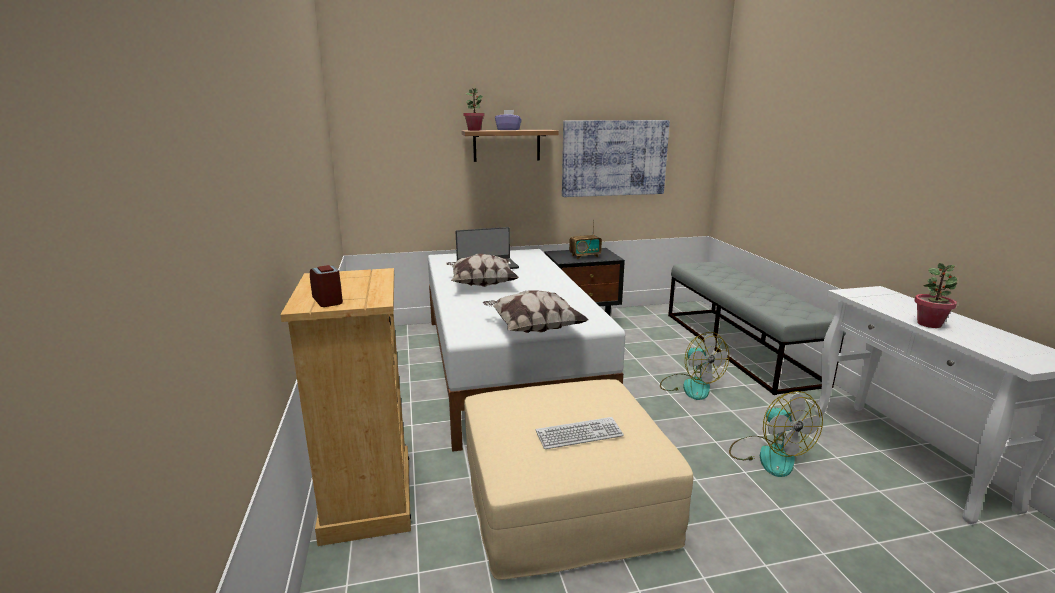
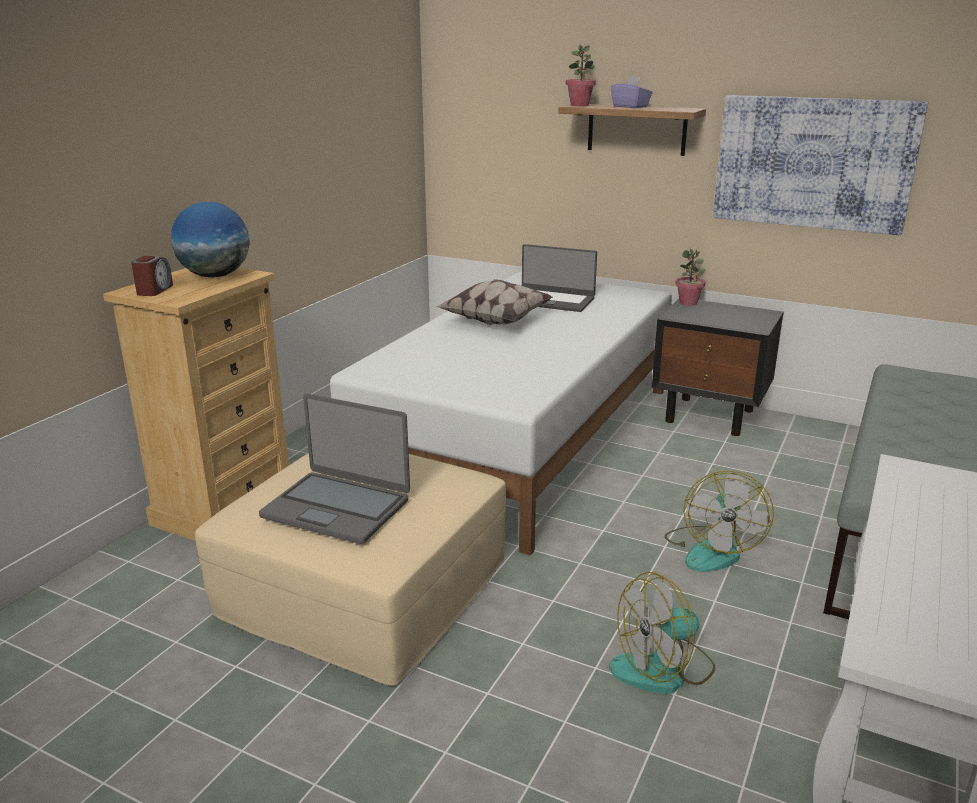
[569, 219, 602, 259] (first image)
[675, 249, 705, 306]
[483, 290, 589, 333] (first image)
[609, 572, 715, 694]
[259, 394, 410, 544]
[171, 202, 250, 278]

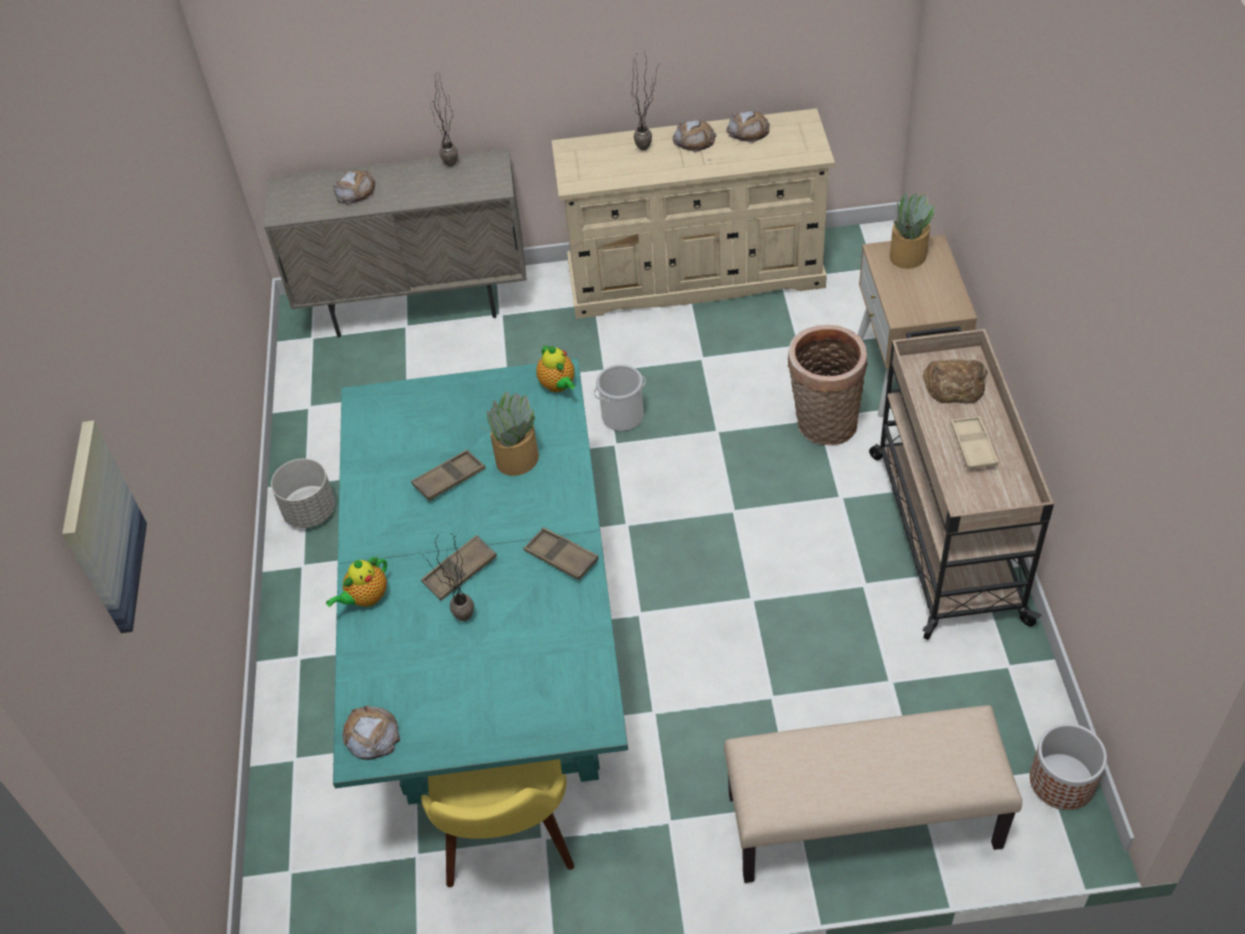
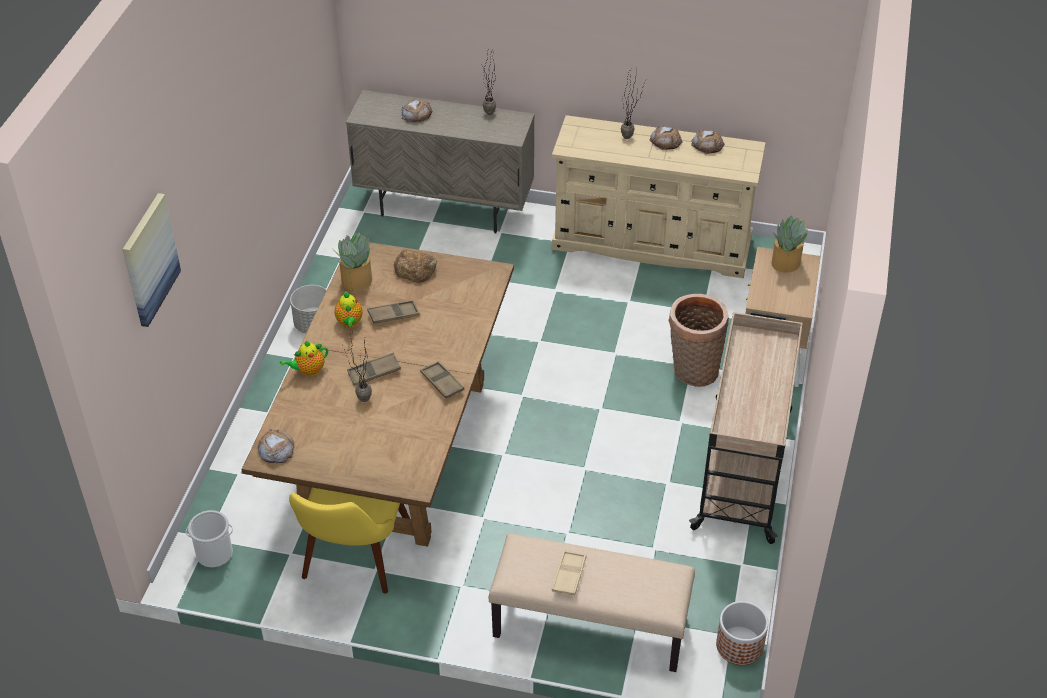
[335, 291, 363, 327]
[242, 242, 514, 547]
[394, 249, 437, 283]
[186, 510, 233, 568]
[332, 232, 372, 291]
[552, 550, 586, 595]

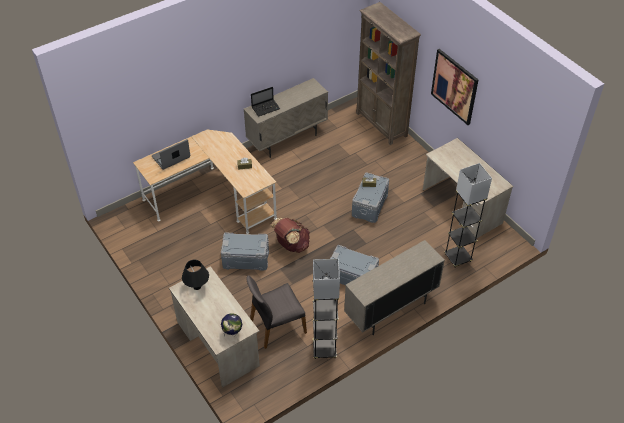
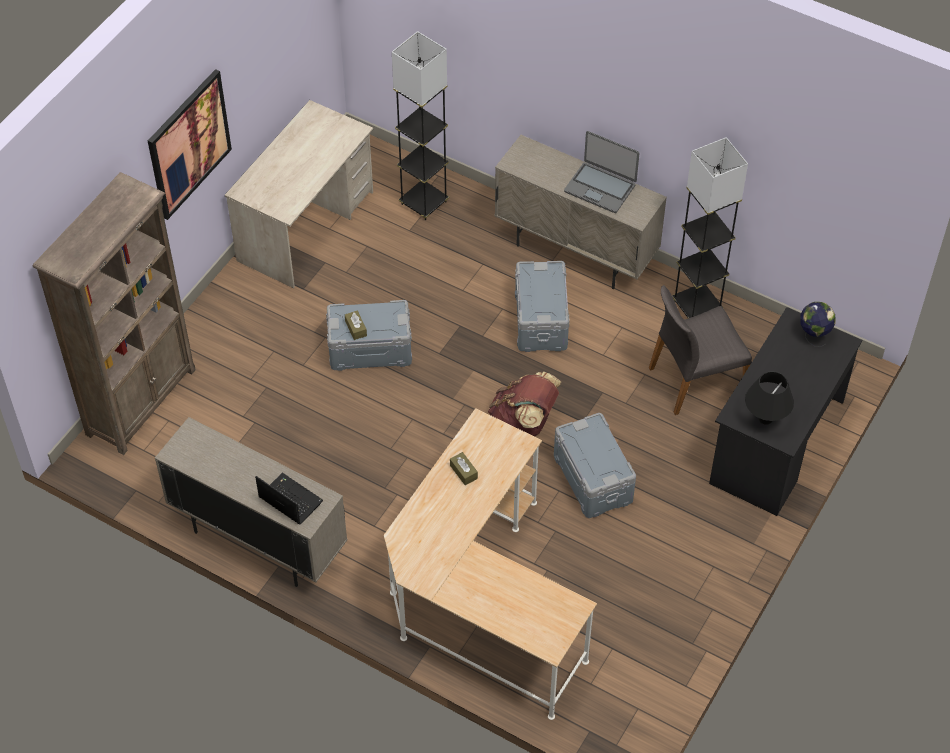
[564, 131, 640, 213]
[709, 307, 862, 516]
[649, 285, 752, 415]

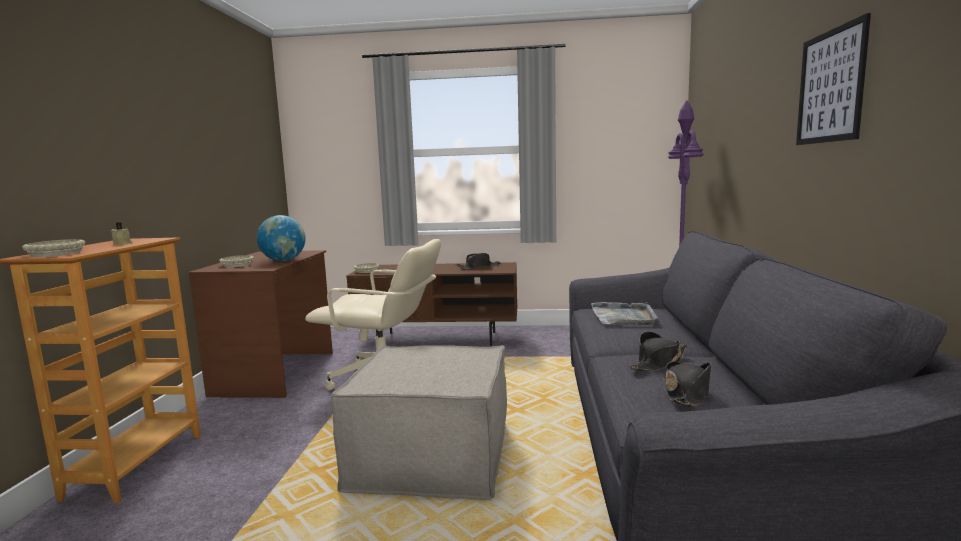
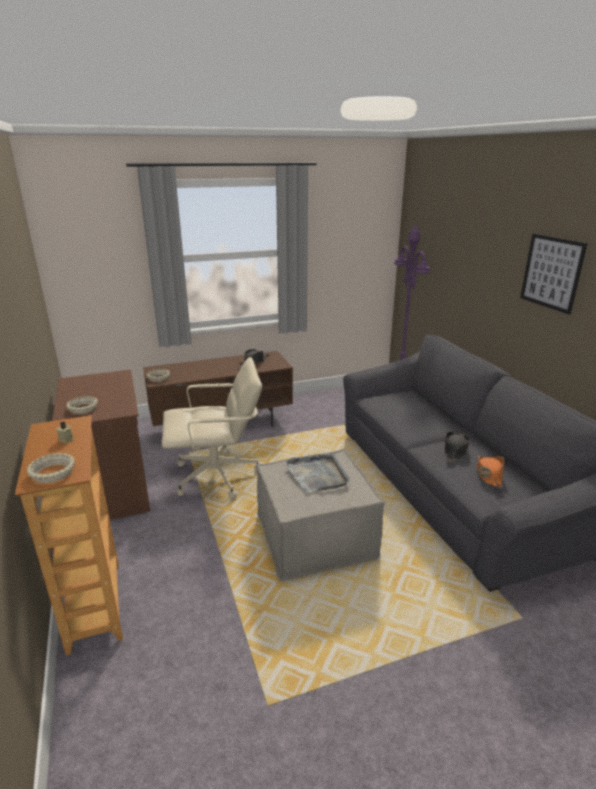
[257, 215, 306, 261] (first image)
[285, 453, 350, 493]
[477, 456, 504, 488]

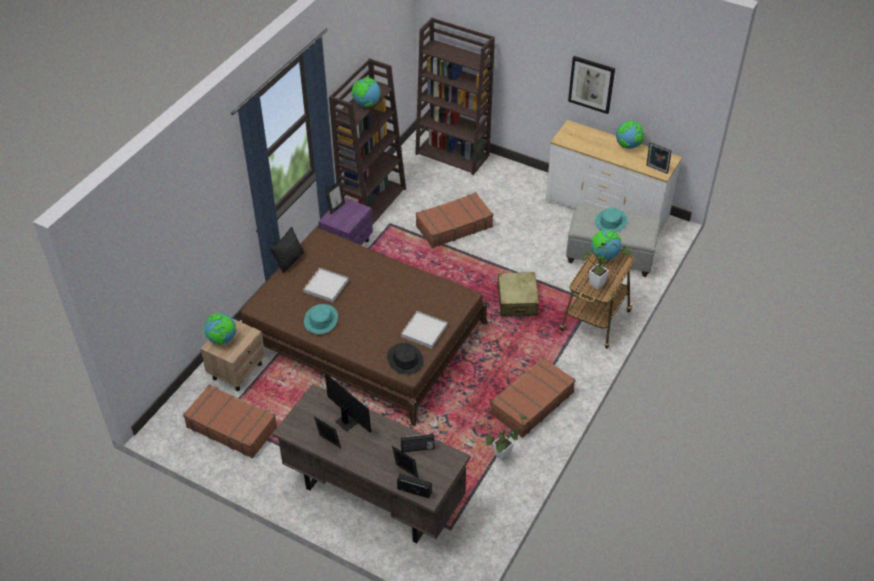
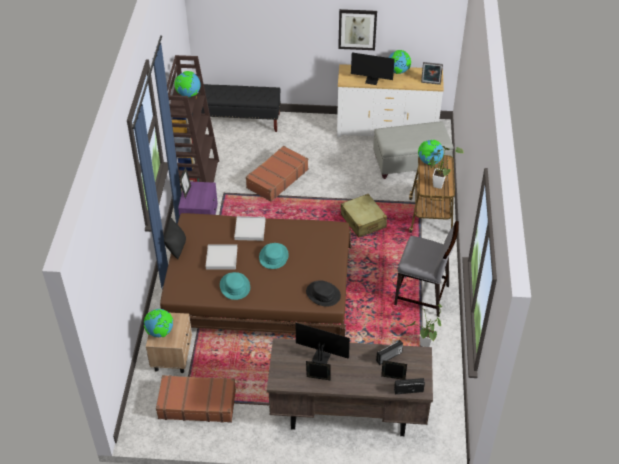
[198, 84, 281, 132]
[259, 243, 289, 269]
[234, 216, 265, 241]
[394, 221, 459, 317]
[351, 53, 403, 85]

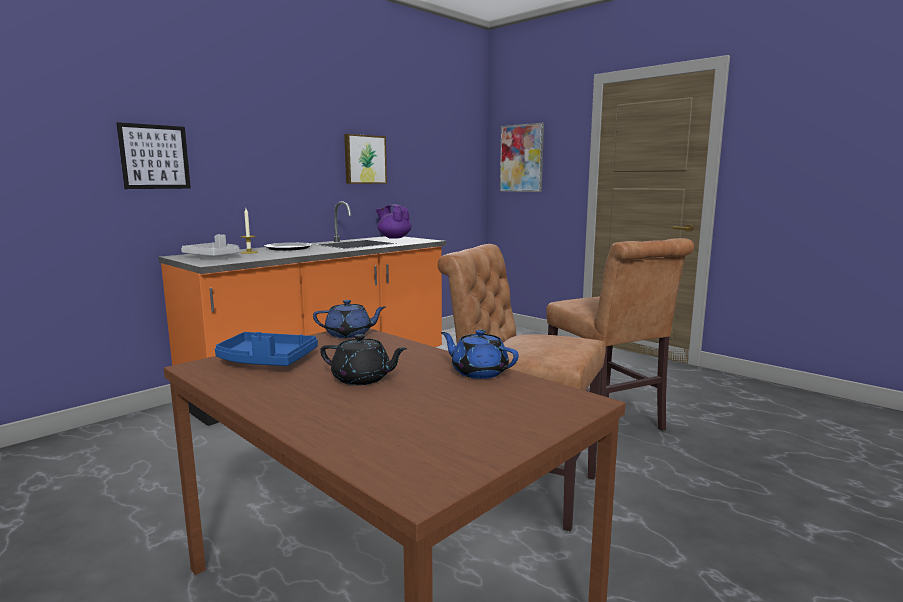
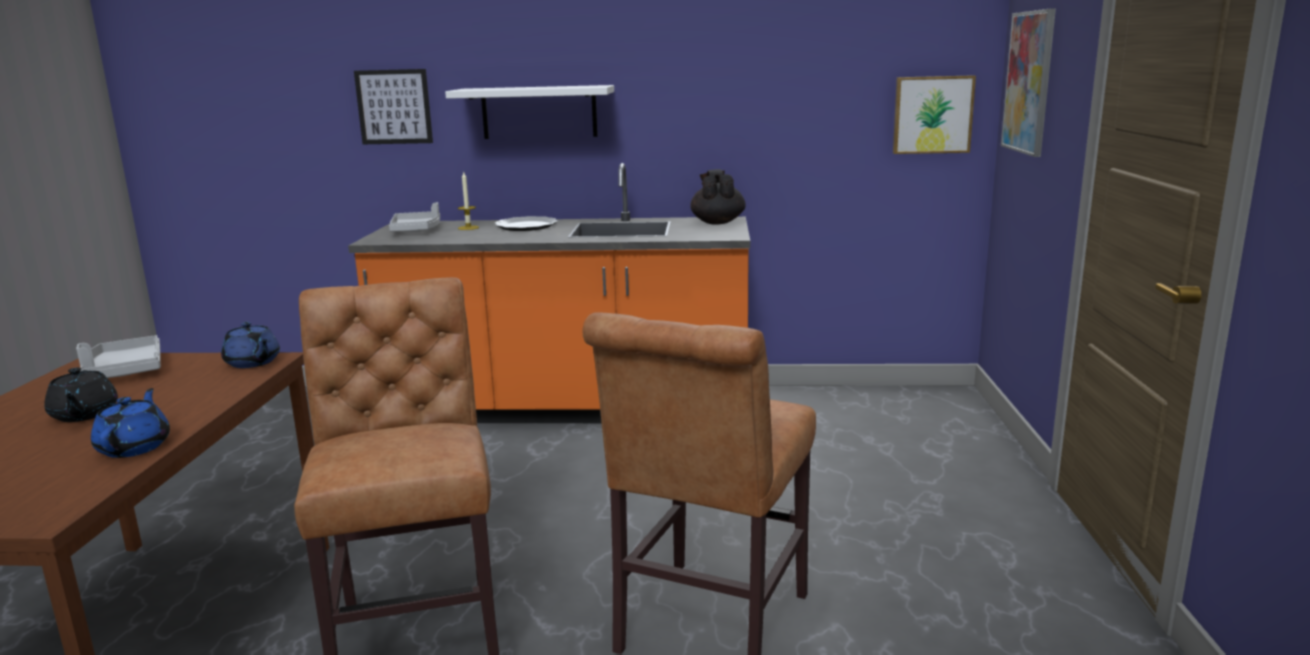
[893, 75, 976, 154]
[690, 169, 746, 225]
[76, 335, 161, 378]
[445, 85, 614, 139]

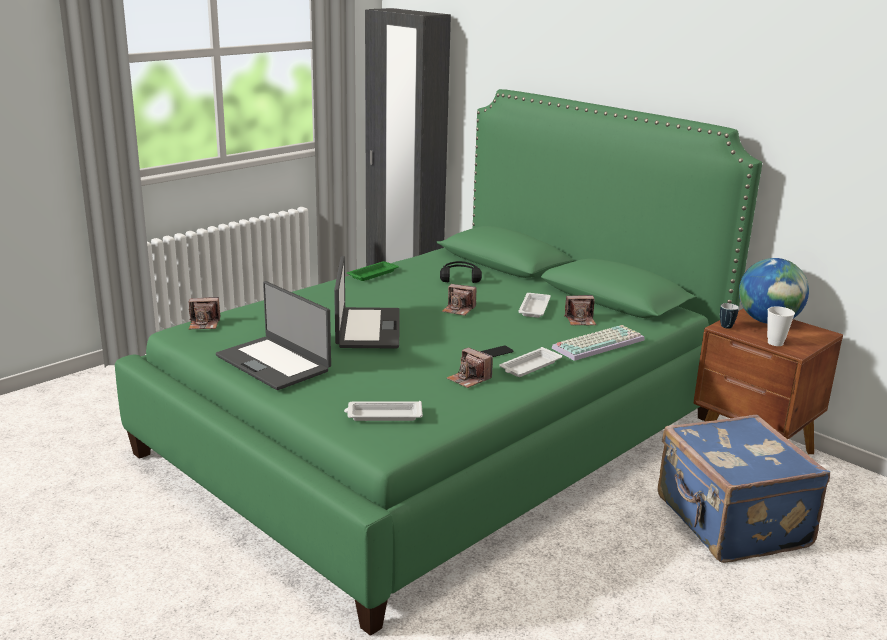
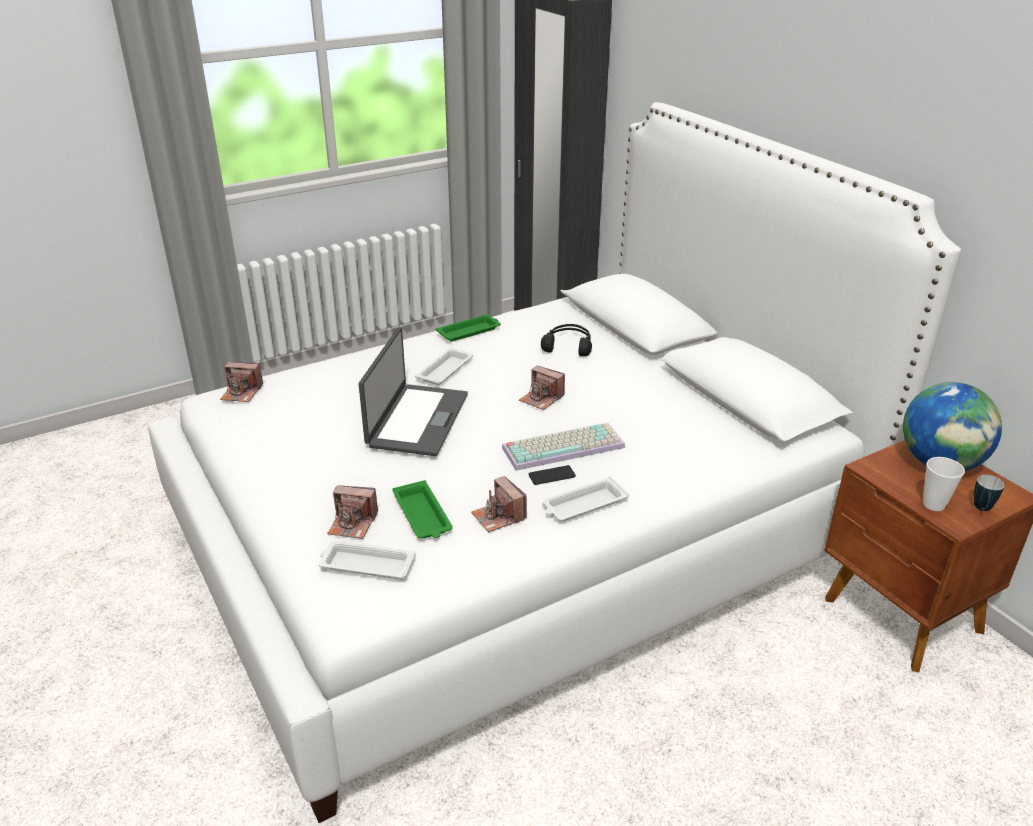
[148, 102, 961, 823]
[216, 281, 331, 390] (first image)
[415, 348, 473, 385]
[327, 485, 378, 539]
[974, 475, 1004, 511]
[502, 423, 625, 471]
[658, 415, 830, 563] (first image)
[392, 480, 453, 538]

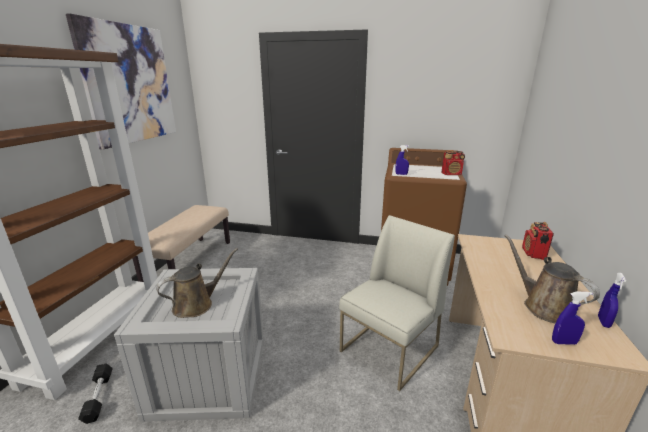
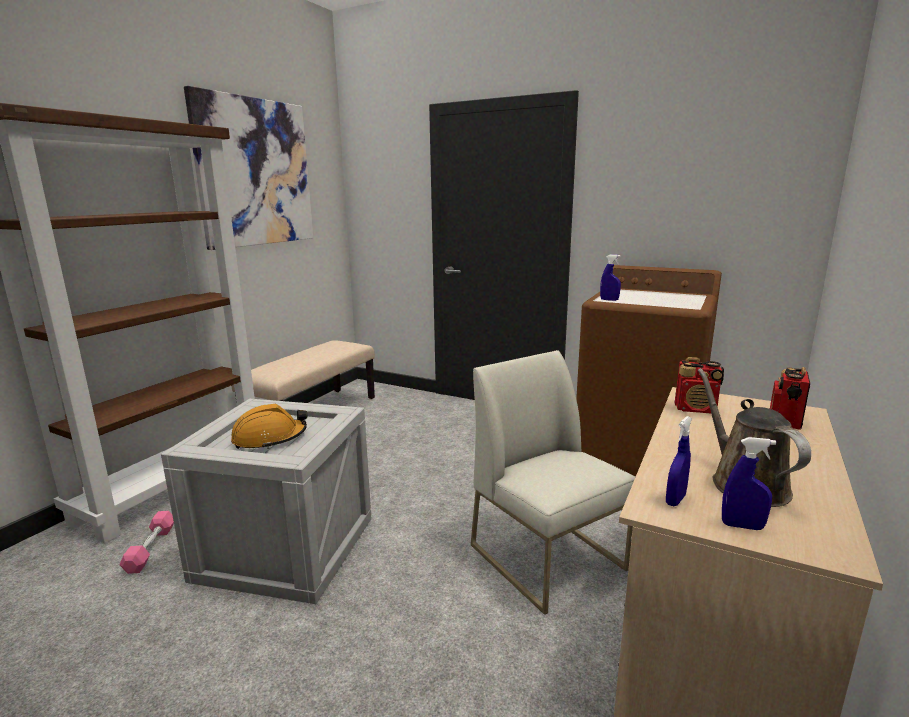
[675, 357, 724, 413]
[471, 350, 635, 615]
[231, 404, 307, 449]
[666, 416, 692, 506]
[120, 511, 174, 574]

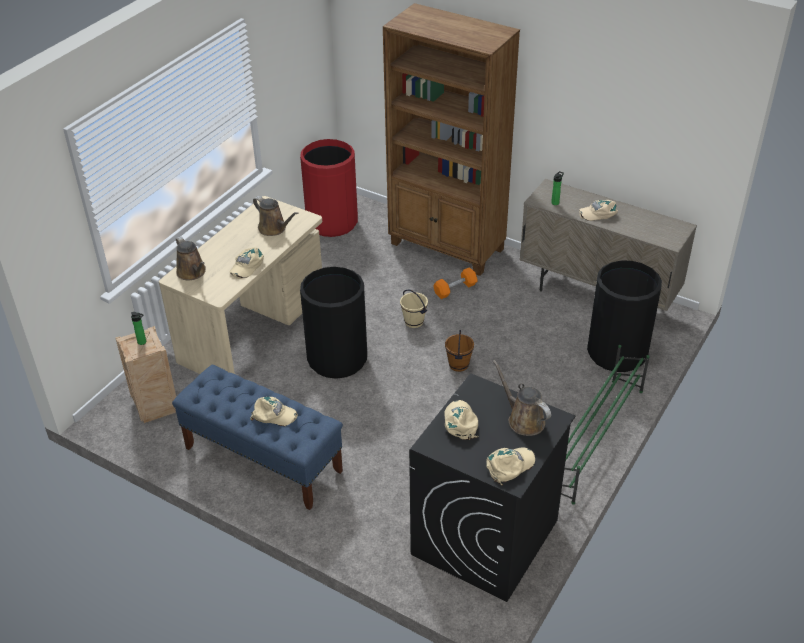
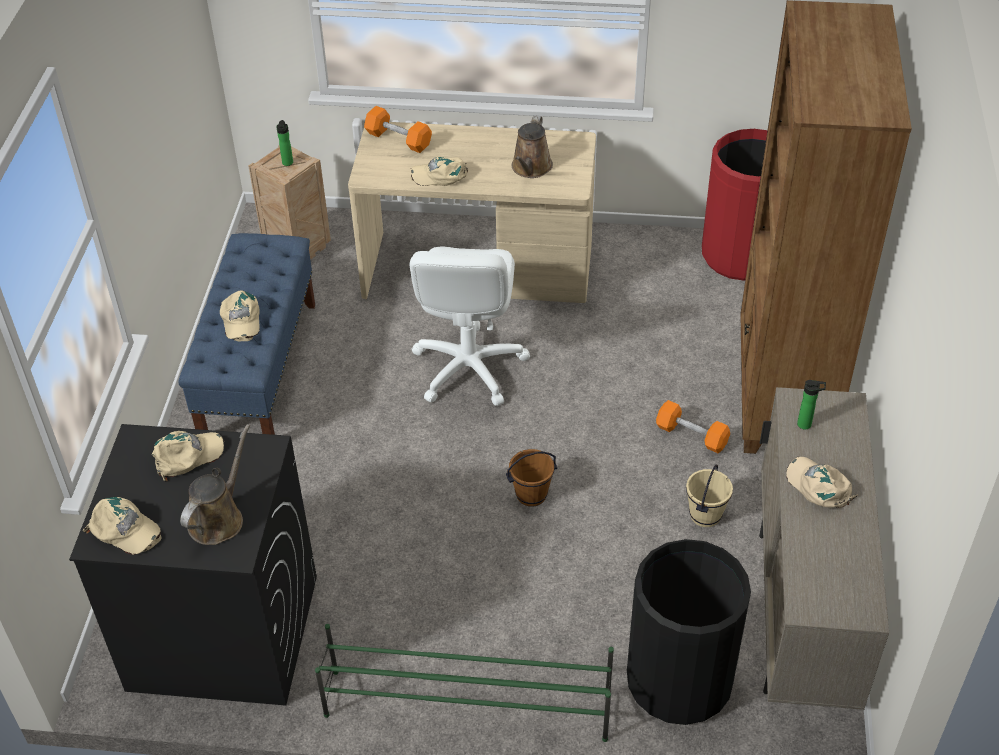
[364, 106, 432, 153]
[410, 247, 530, 406]
[686, 464, 733, 527]

